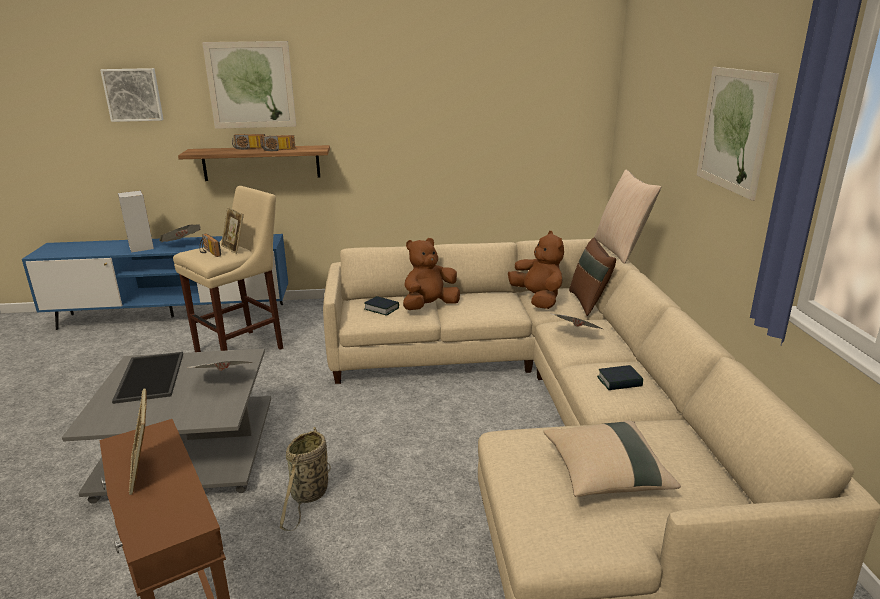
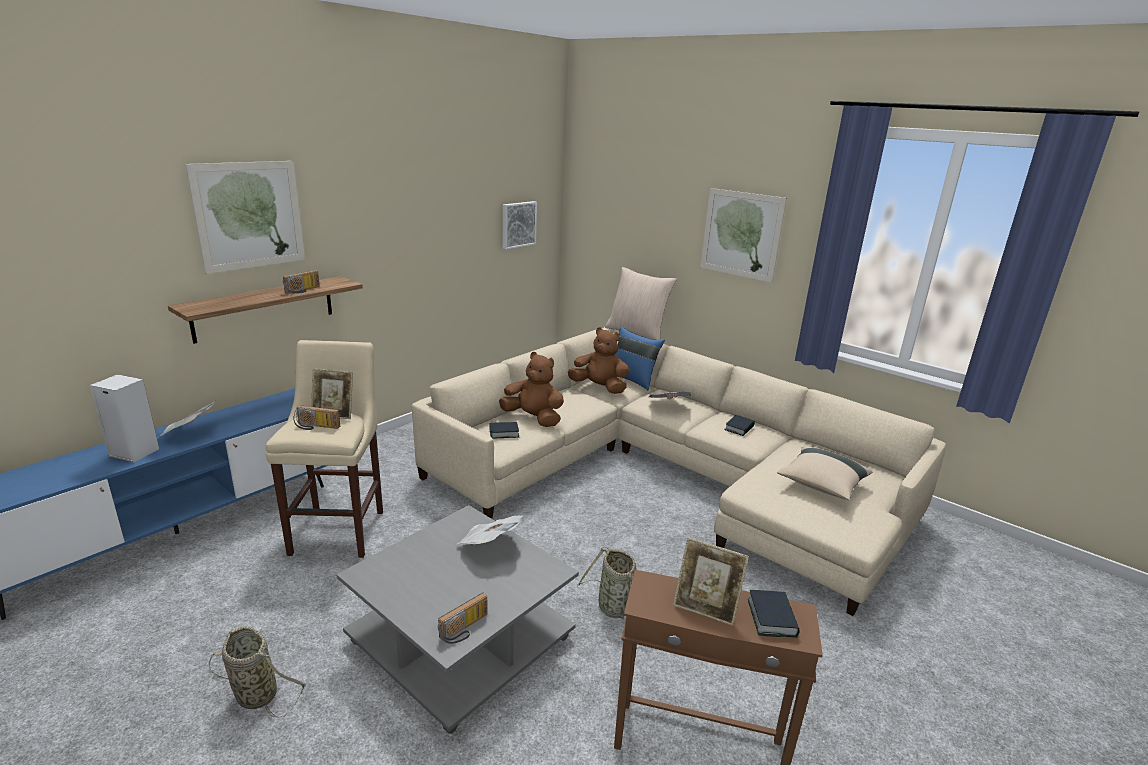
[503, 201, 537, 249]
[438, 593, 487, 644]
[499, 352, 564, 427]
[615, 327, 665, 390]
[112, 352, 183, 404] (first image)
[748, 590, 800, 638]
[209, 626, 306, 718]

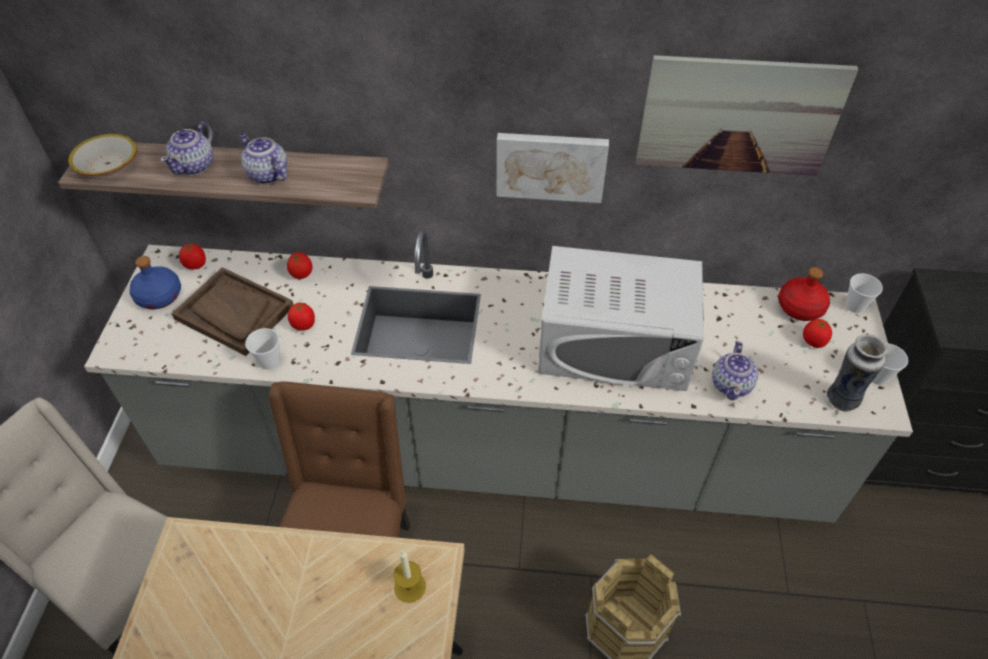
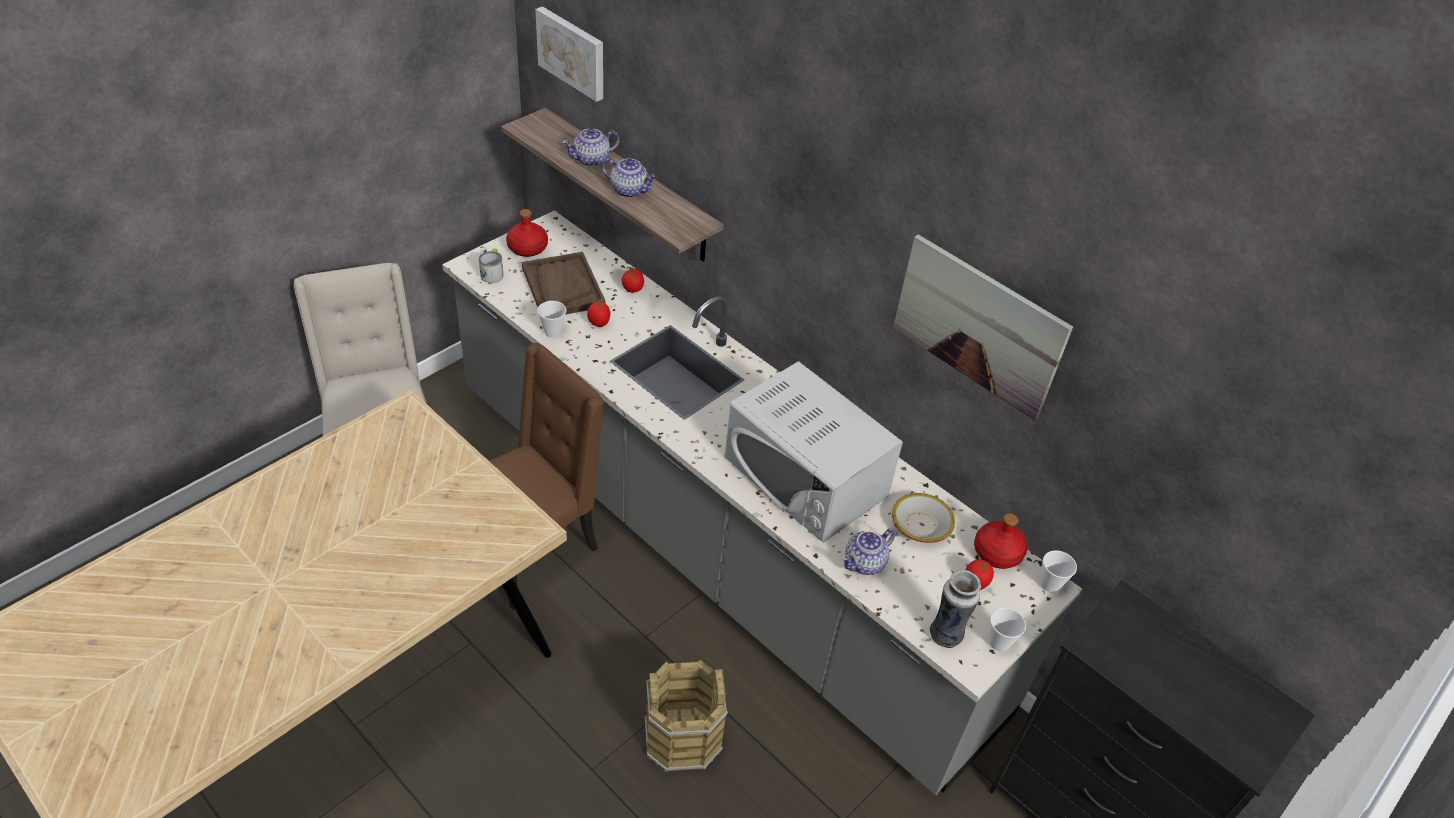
[602, 158, 658, 198]
[535, 6, 603, 102]
[892, 493, 955, 543]
[179, 244, 206, 270] (first image)
[506, 209, 548, 257]
[394, 550, 426, 603] (first image)
[479, 249, 503, 283]

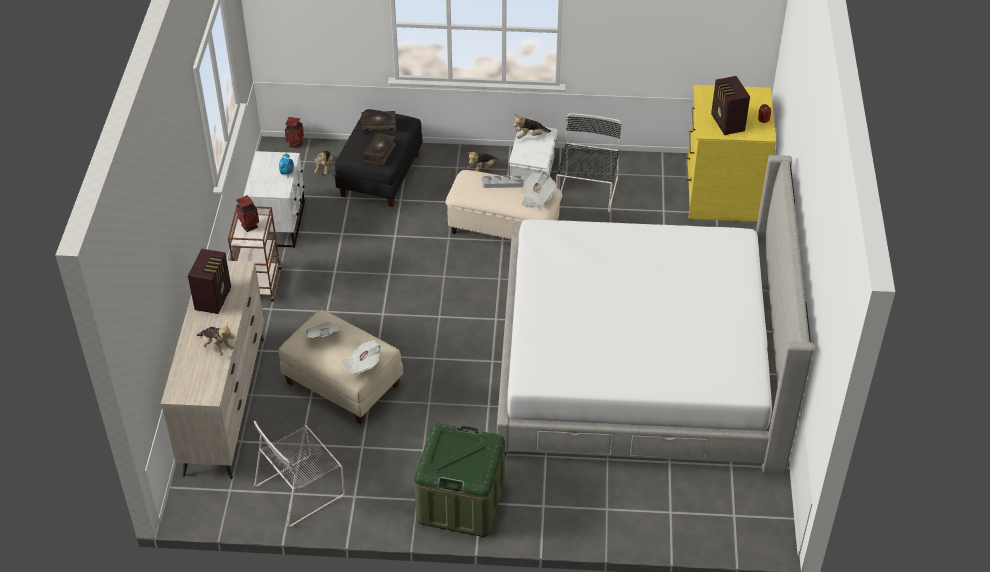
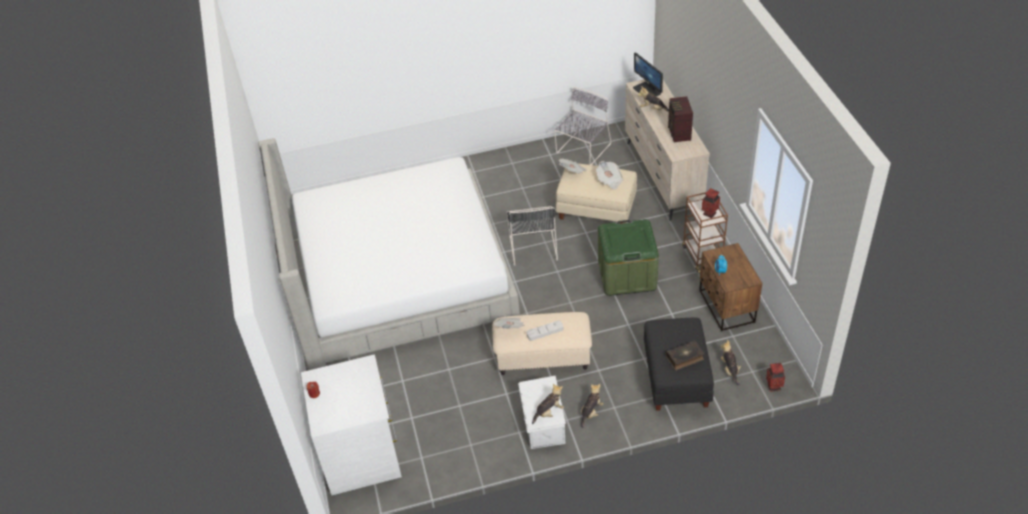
[711, 76, 750, 135] (first image)
[301, 354, 402, 495]
[507, 206, 558, 266]
[362, 133, 396, 165] (first image)
[699, 243, 763, 331]
[598, 219, 659, 296]
[633, 52, 663, 96]

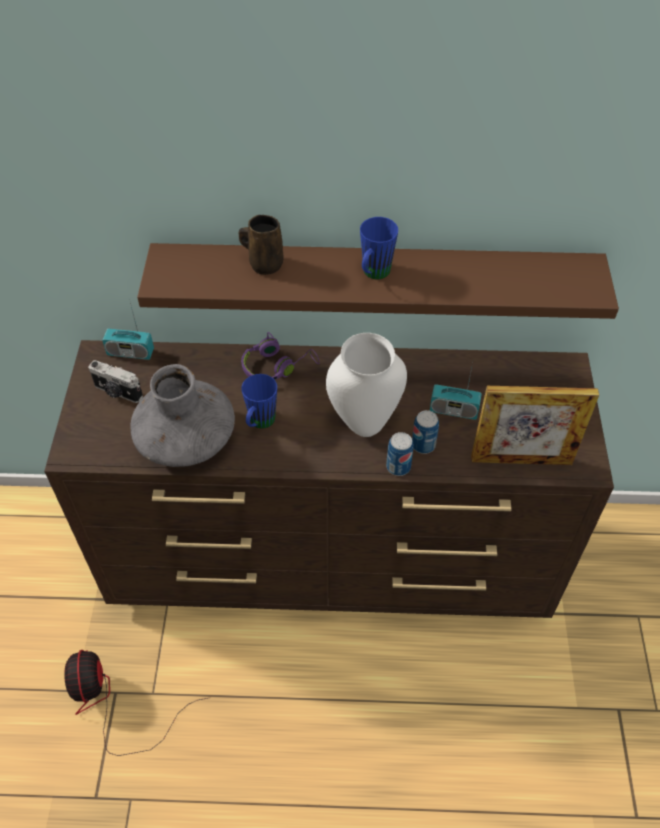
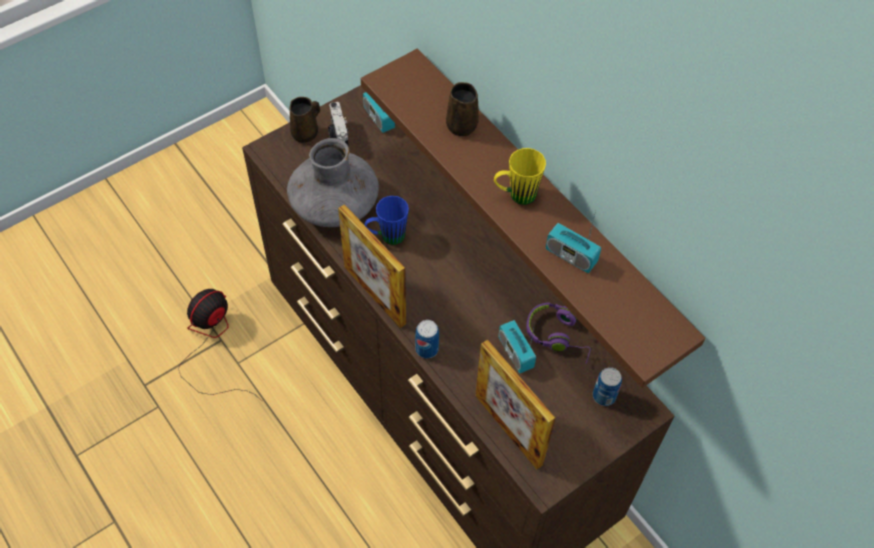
[494, 148, 546, 205]
[526, 302, 592, 364]
[326, 333, 407, 437] (first image)
[593, 367, 622, 406]
[289, 97, 320, 143]
[338, 204, 406, 328]
[546, 211, 601, 273]

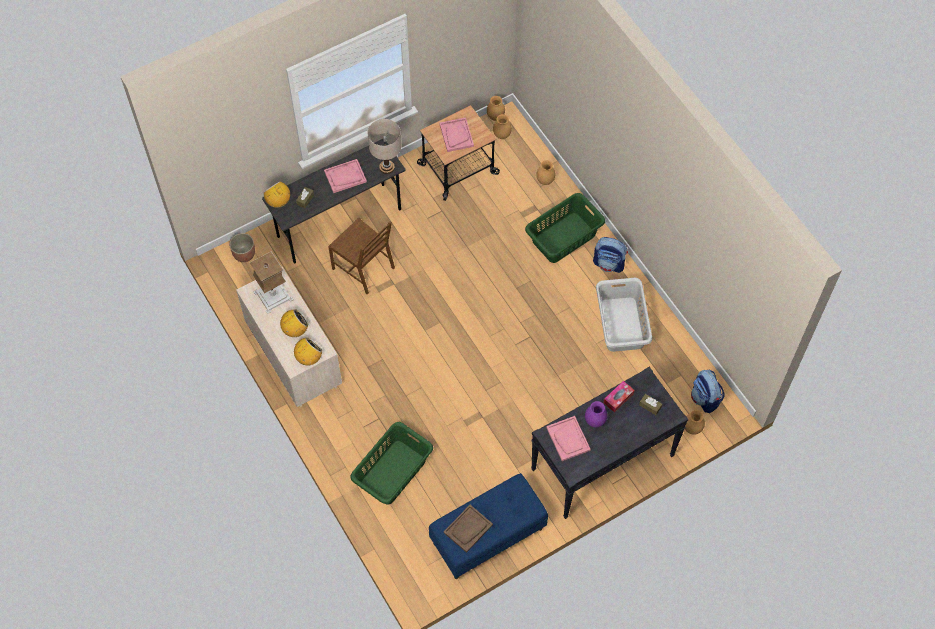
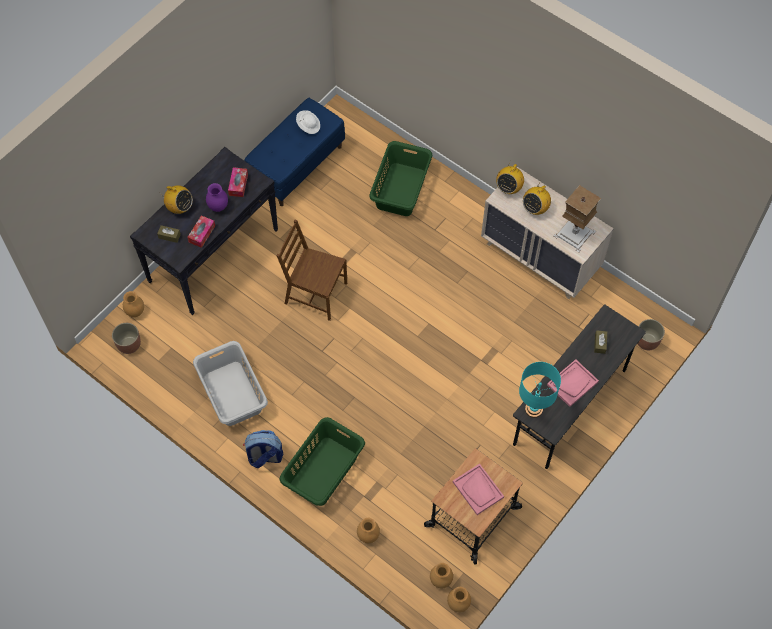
[519, 362, 561, 418]
[163, 185, 193, 214]
[277, 219, 347, 321]
[112, 323, 141, 354]
[228, 167, 248, 197]
[296, 110, 320, 134]

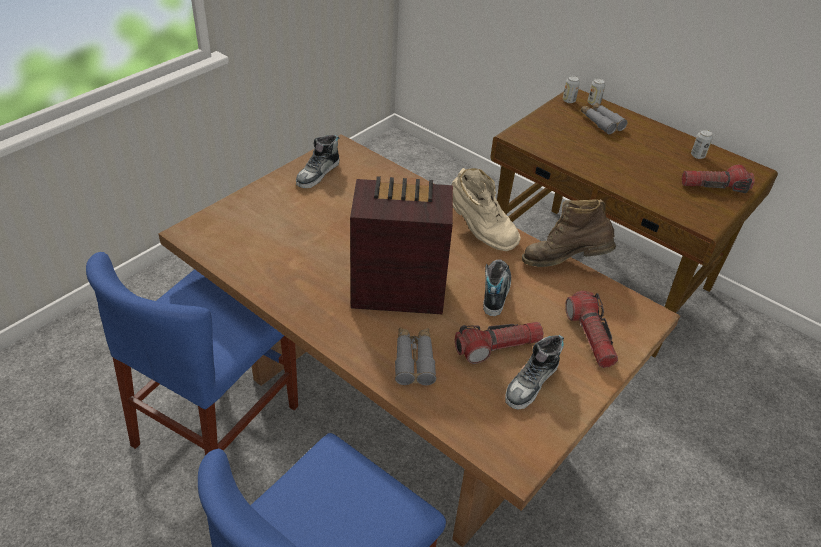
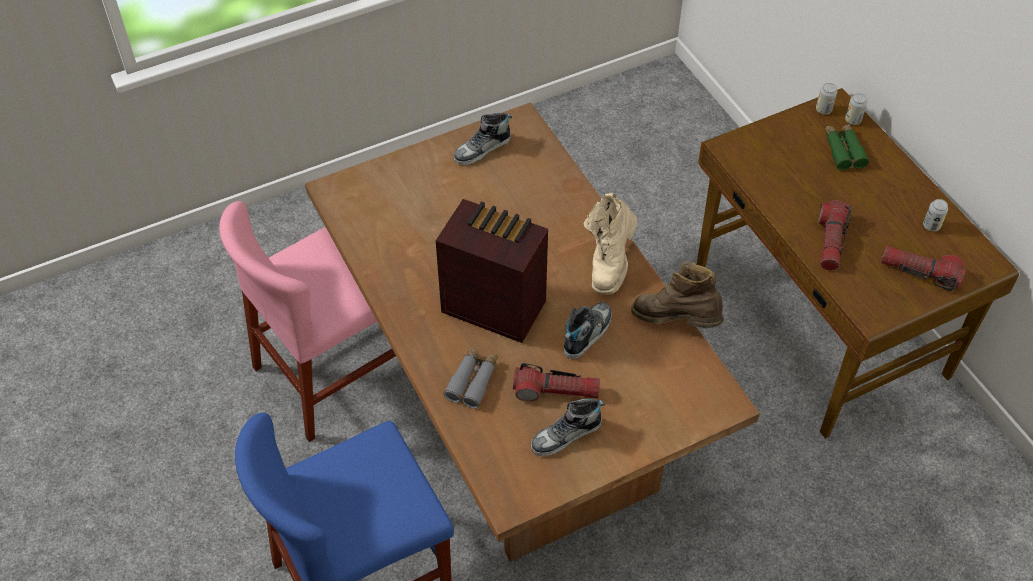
[825, 124, 869, 170]
[583, 193, 637, 295]
[219, 201, 396, 442]
[818, 200, 851, 271]

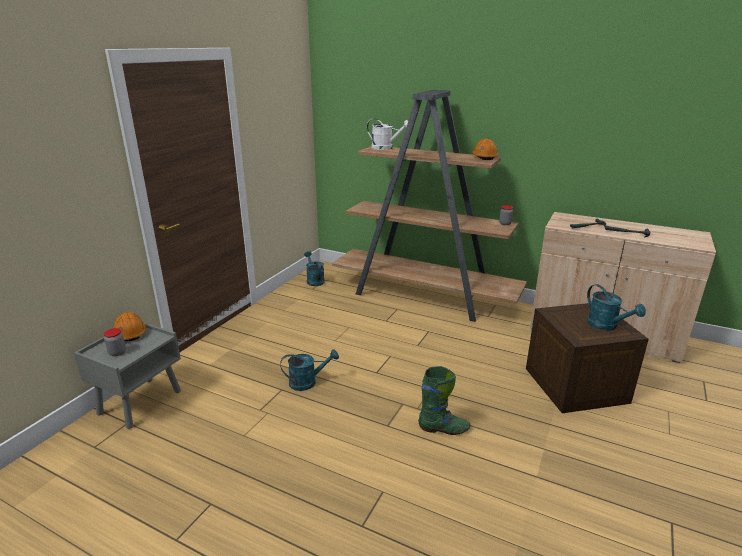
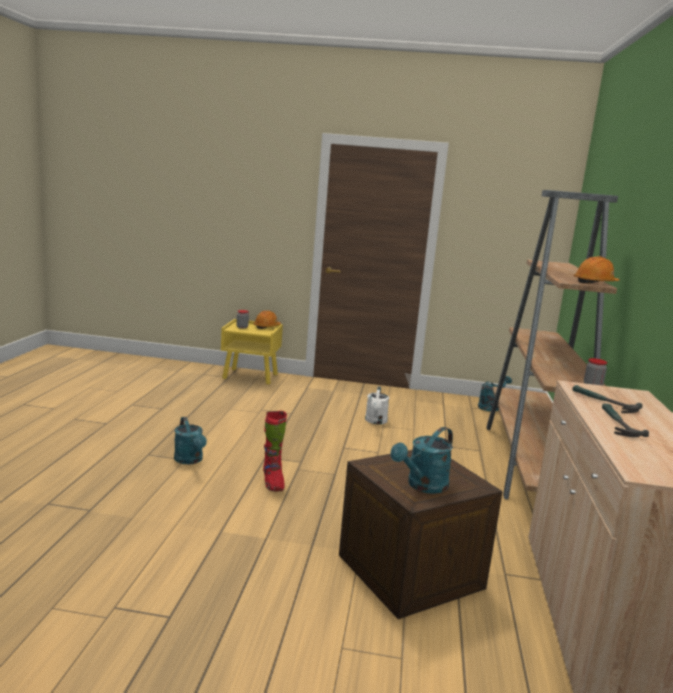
[365, 386, 389, 424]
[221, 319, 283, 384]
[174, 417, 207, 464]
[263, 411, 287, 491]

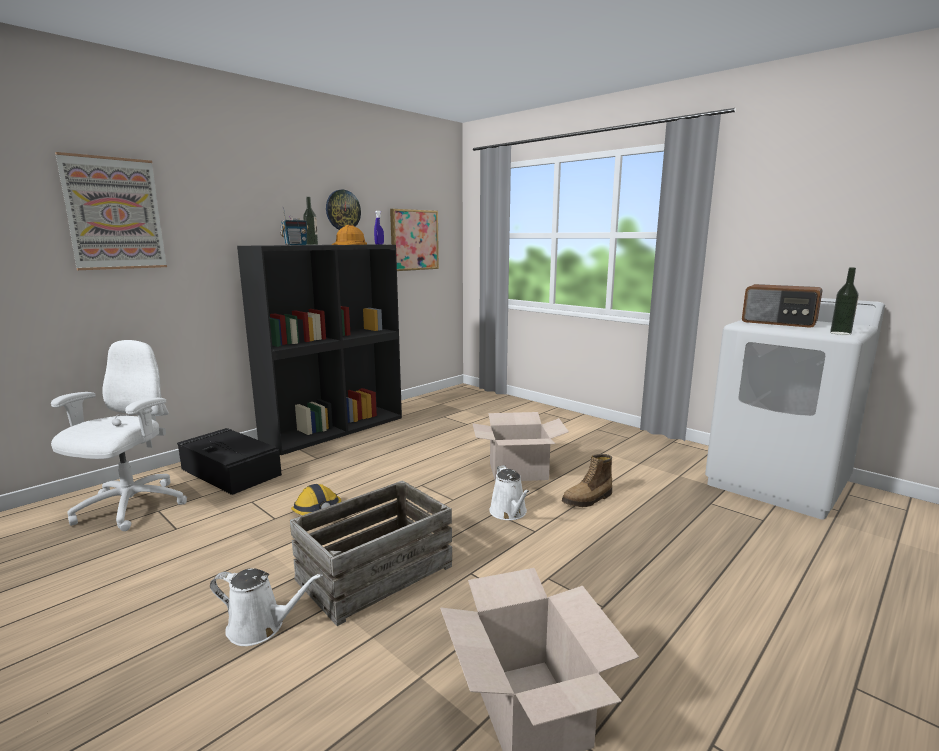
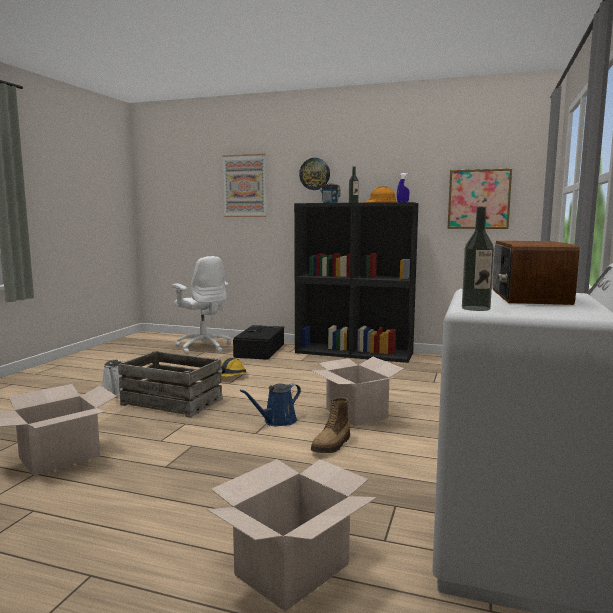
[299, 158, 330, 190]
[172, 256, 231, 354]
[311, 397, 350, 453]
[240, 384, 301, 426]
[207, 459, 377, 612]

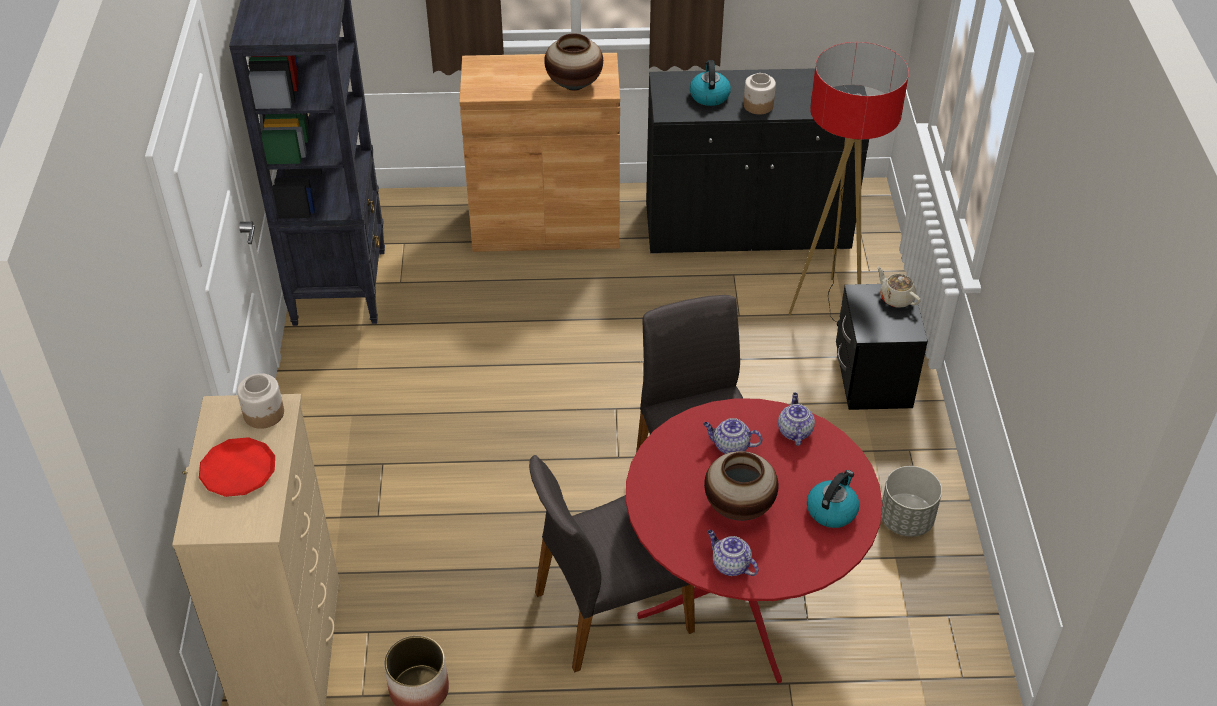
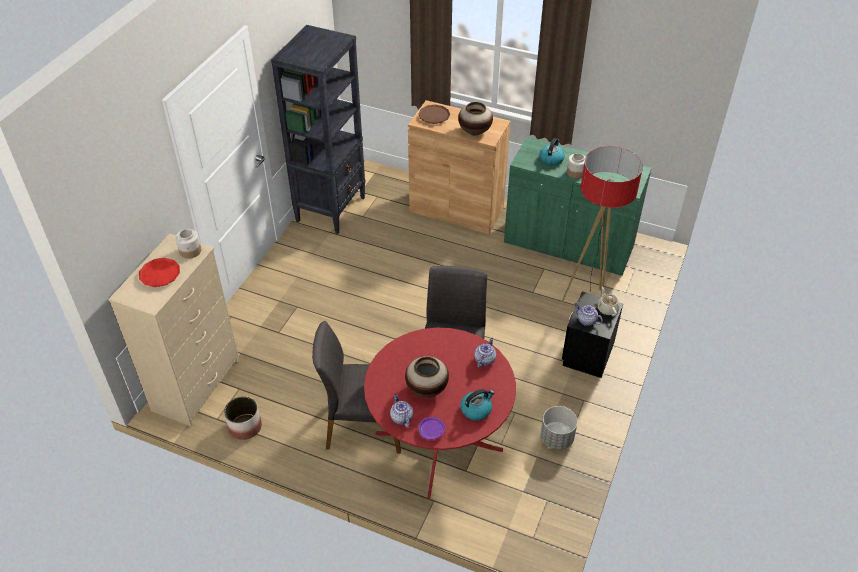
[504, 137, 652, 276]
[575, 303, 603, 326]
[418, 105, 450, 124]
[418, 417, 445, 440]

